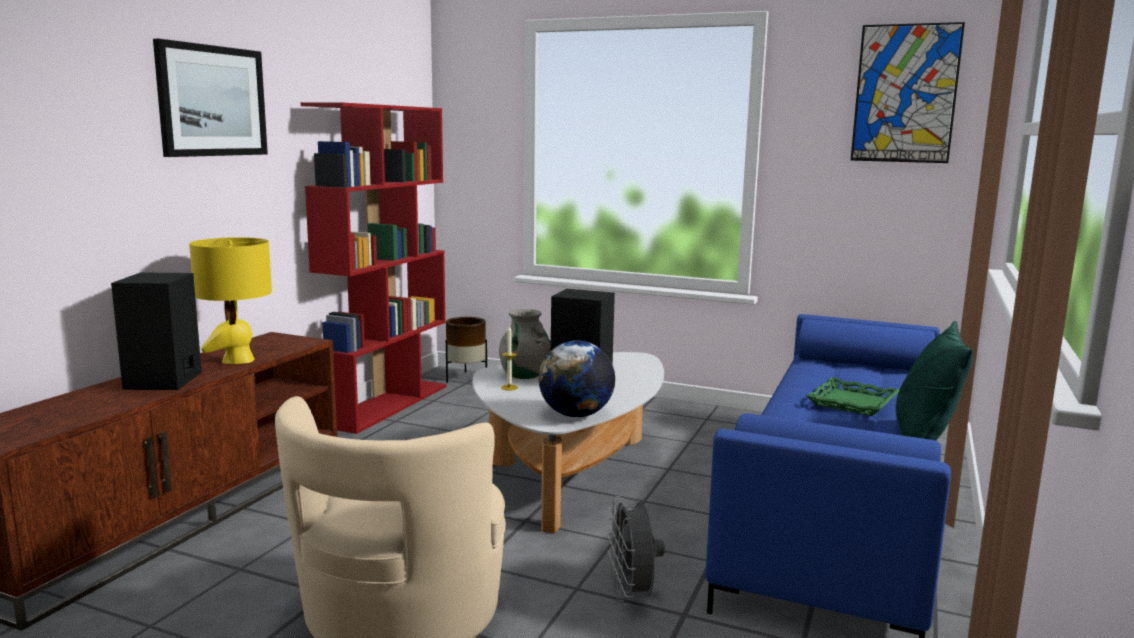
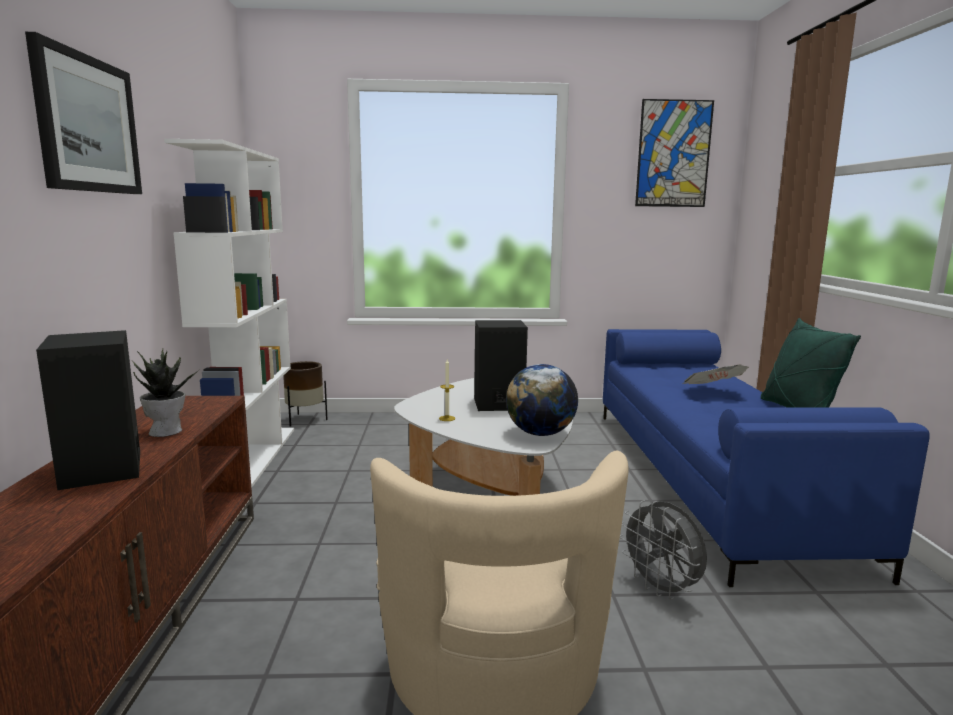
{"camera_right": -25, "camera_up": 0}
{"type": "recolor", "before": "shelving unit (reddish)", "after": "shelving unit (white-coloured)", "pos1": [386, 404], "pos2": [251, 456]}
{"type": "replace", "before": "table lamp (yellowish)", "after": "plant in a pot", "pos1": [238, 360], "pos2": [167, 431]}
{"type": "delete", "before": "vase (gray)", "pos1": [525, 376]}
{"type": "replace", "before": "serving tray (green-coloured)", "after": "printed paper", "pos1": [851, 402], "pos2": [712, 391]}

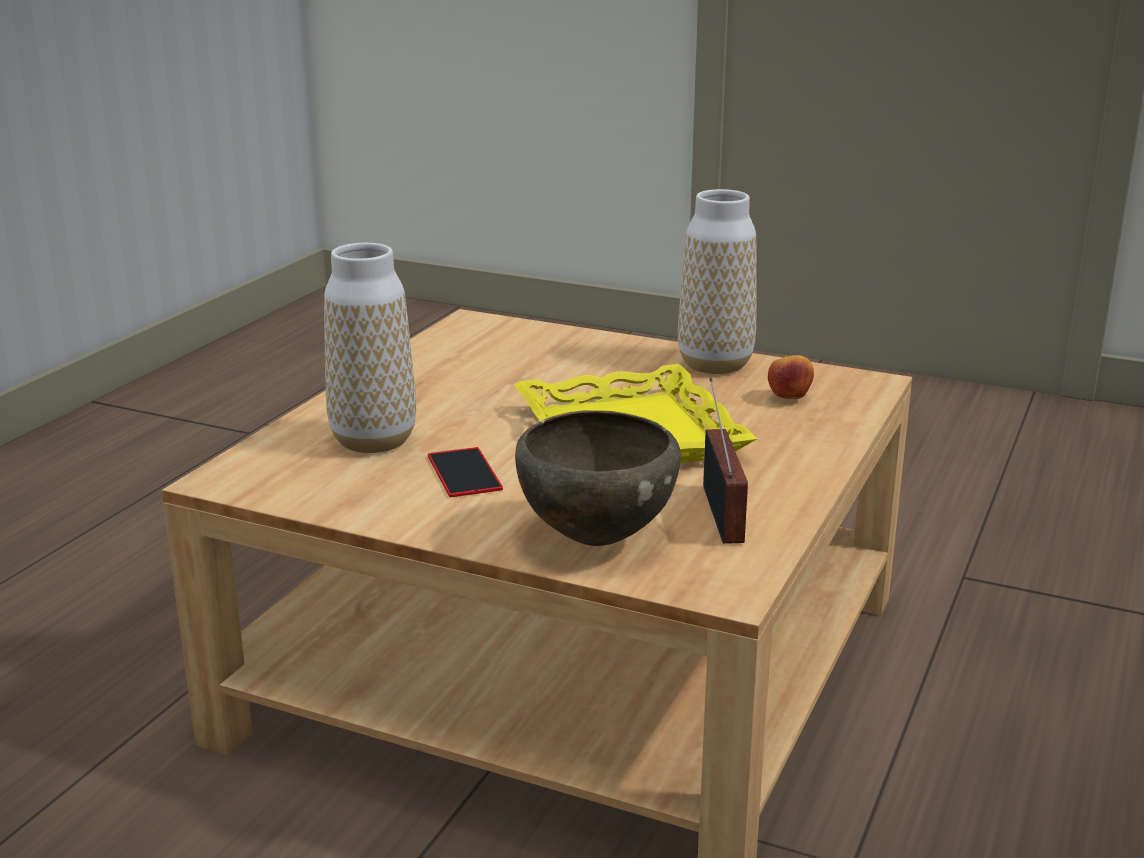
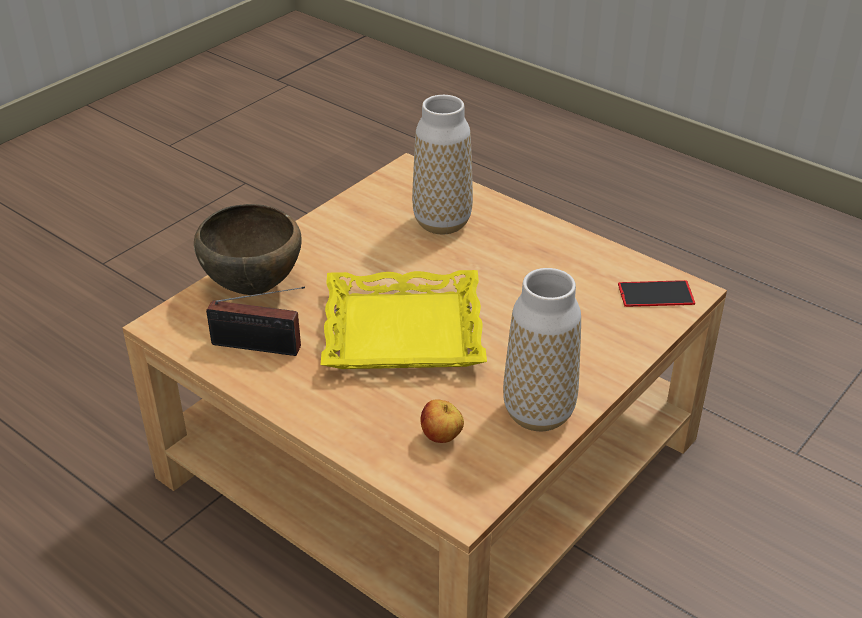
{"camera_right": 105, "camera_up": 15}
{"type": "move", "before": "phone", "pos1": [464, 472], "pos2": [656, 294]}

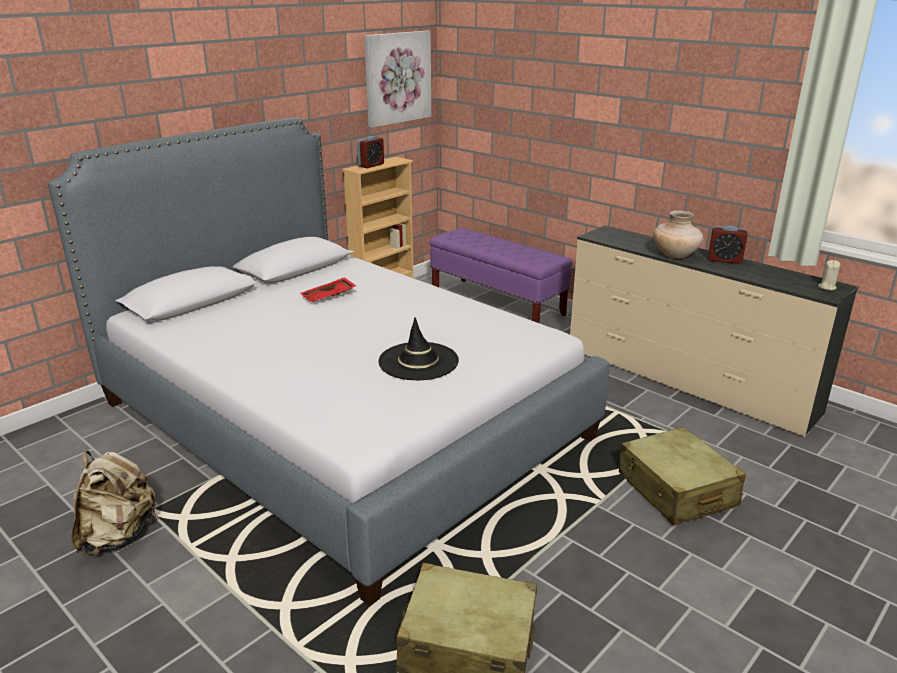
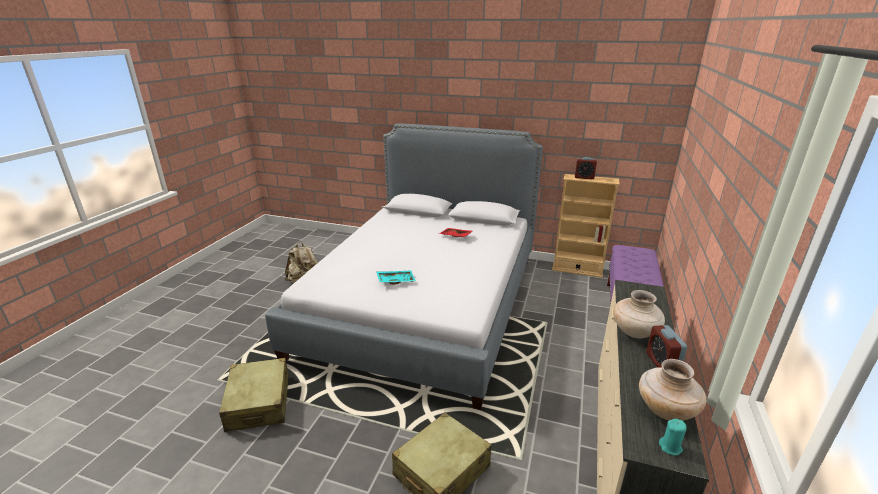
{"camera_right": 65, "camera_up": 0}
{"type": "delete", "before": "wall art", "pos1": [397, 78]}
{"type": "recolor", "before": "wax candle (beige-coloured)", "after": "wax candle (turquoise)", "pos1": [827, 287], "pos2": [670, 447]}
{"type": "replace", "before": "wearable hat (black)", "after": "serving tray (turquoise)", "pos1": [418, 361], "pos2": [395, 280]}
{"type": "insert", "after": "vase (beige-coloured)", "pos2": [665, 410]}

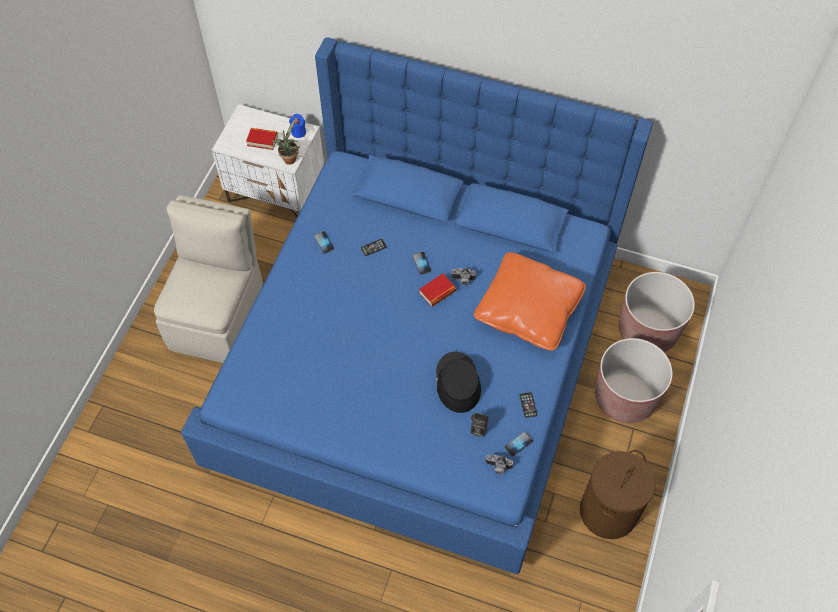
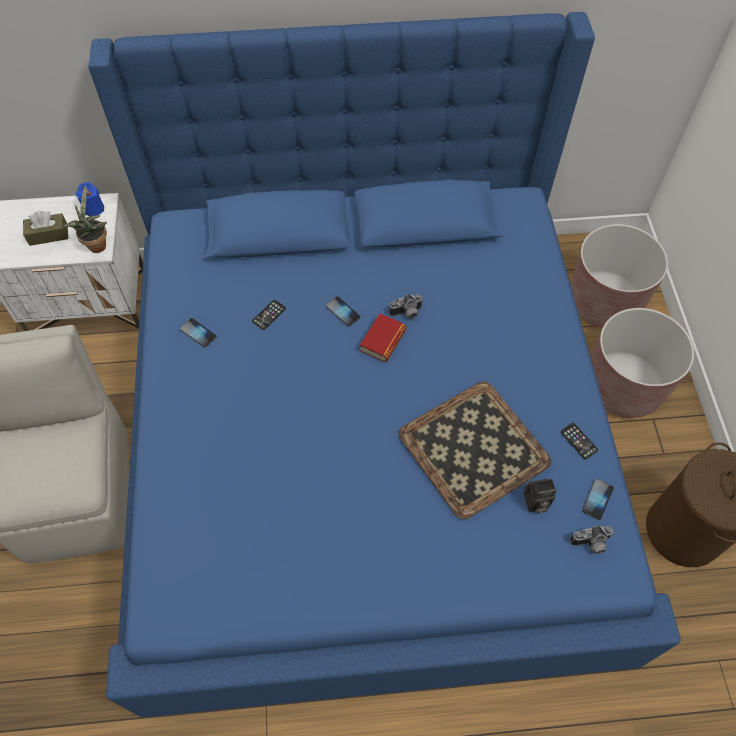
{"camera_right": -25, "camera_up": 0}
{"type": "replace", "before": "bound book", "after": "tissue box (brownish)", "pos1": [262, 140], "pos2": [48, 235]}
{"type": "delete", "before": "pillow (orangey)", "pos1": [528, 310]}
{"type": "replace", "before": "wearable hat (black)", "after": "serving tray", "pos1": [457, 382], "pos2": [473, 449]}

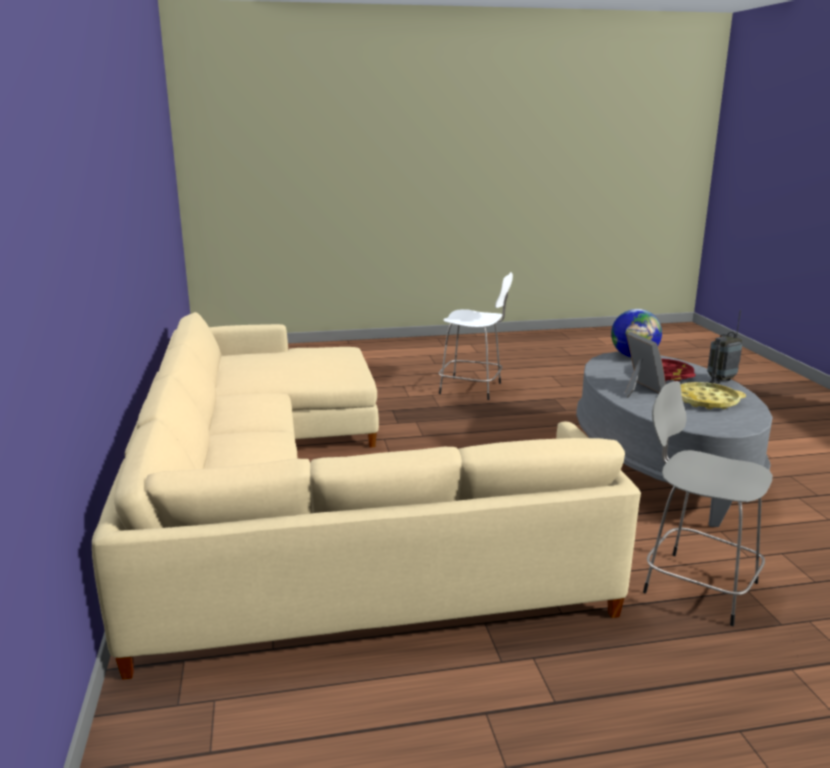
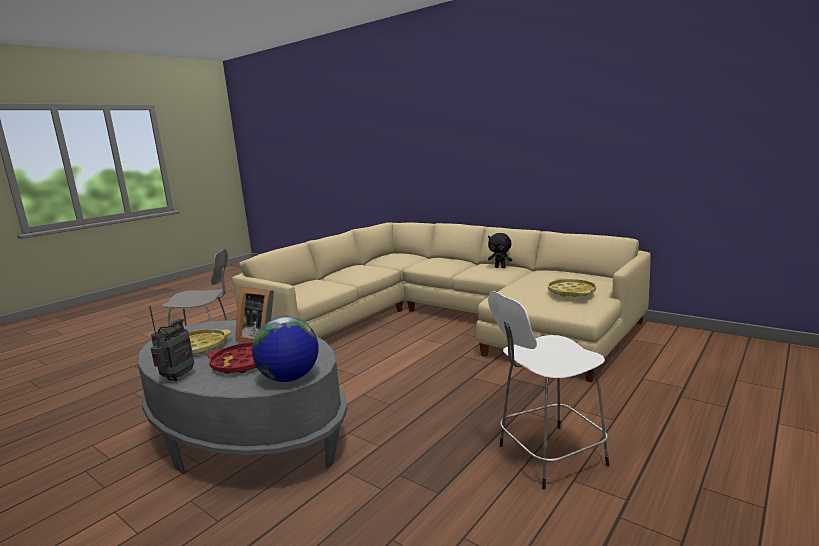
{"camera_right": 140, "camera_up": -5}
{"type": "insert", "after": "soft toy (black)", "pos2": [500, 267]}
{"type": "insert", "after": "serving tray (yellowish)", "pos2": [571, 292]}

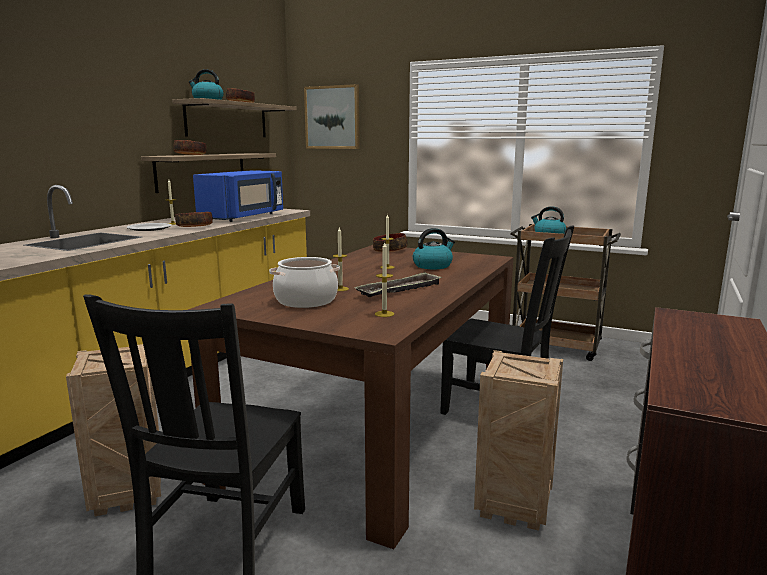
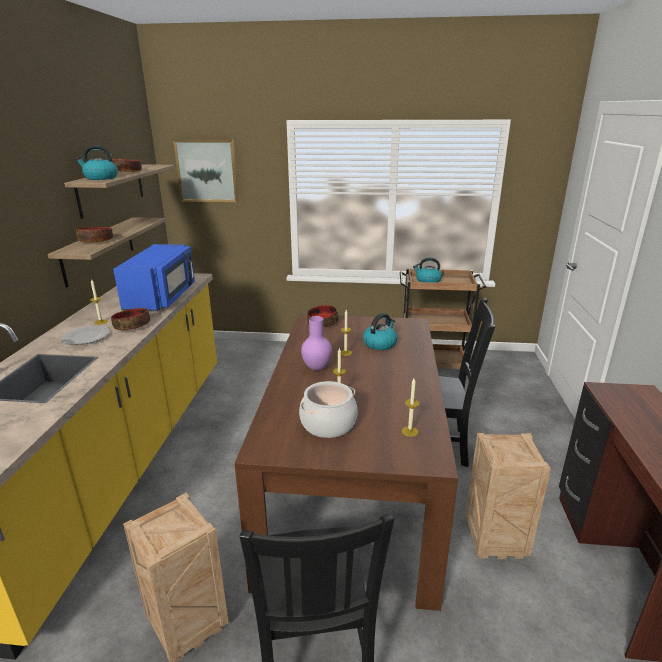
{"camera_right": -20, "camera_up": 10}
{"type": "delete", "before": "serving tray", "pos1": [400, 290]}
{"type": "insert", "after": "vase (purple-coloured)", "pos2": [316, 368]}

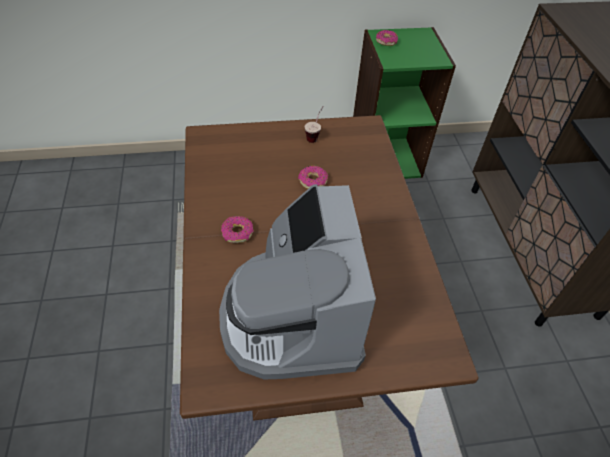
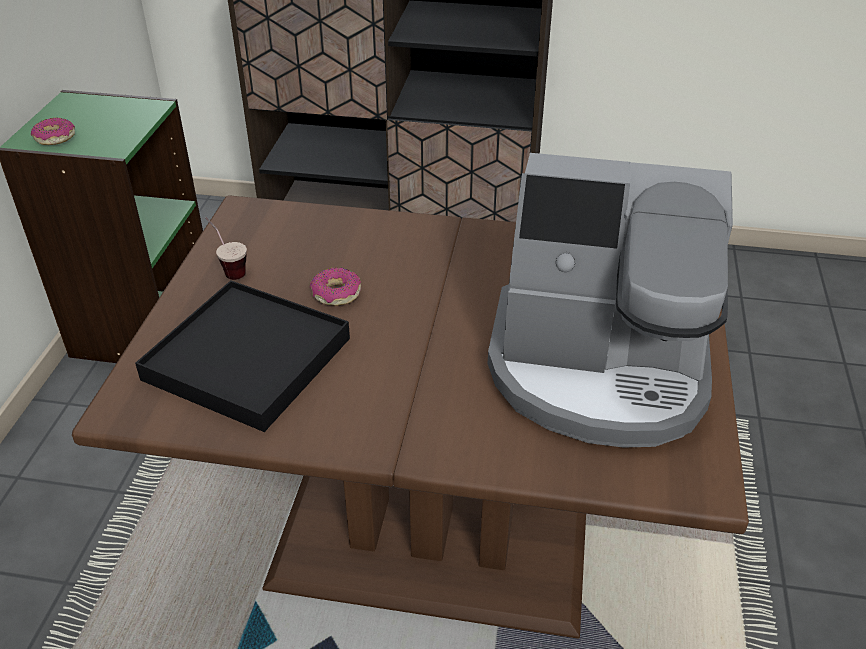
{"camera_right": -70, "camera_up": -10}
{"type": "delete", "before": "ring doughnut", "pos1": [237, 233]}
{"type": "insert", "after": "serving tray (black)", "pos2": [247, 359]}

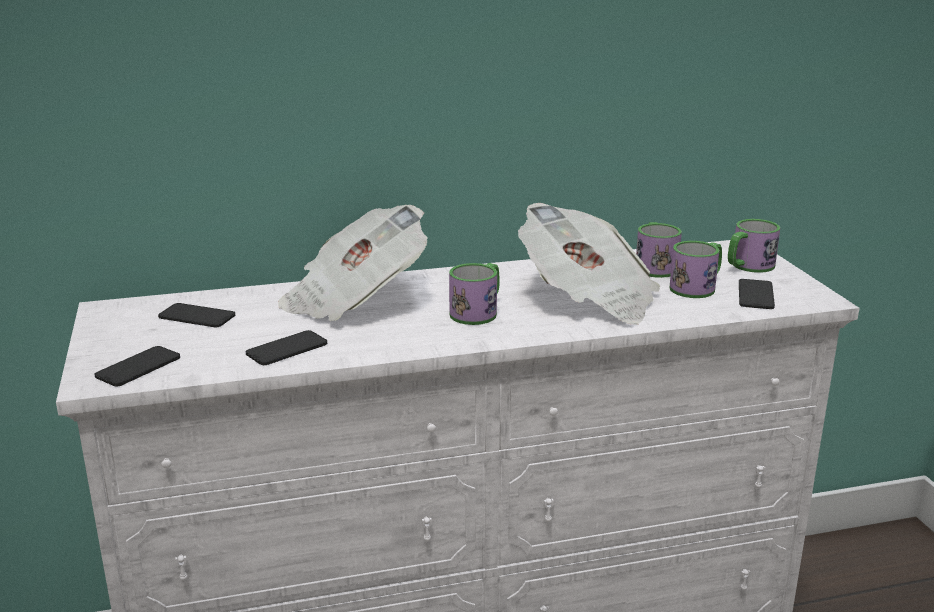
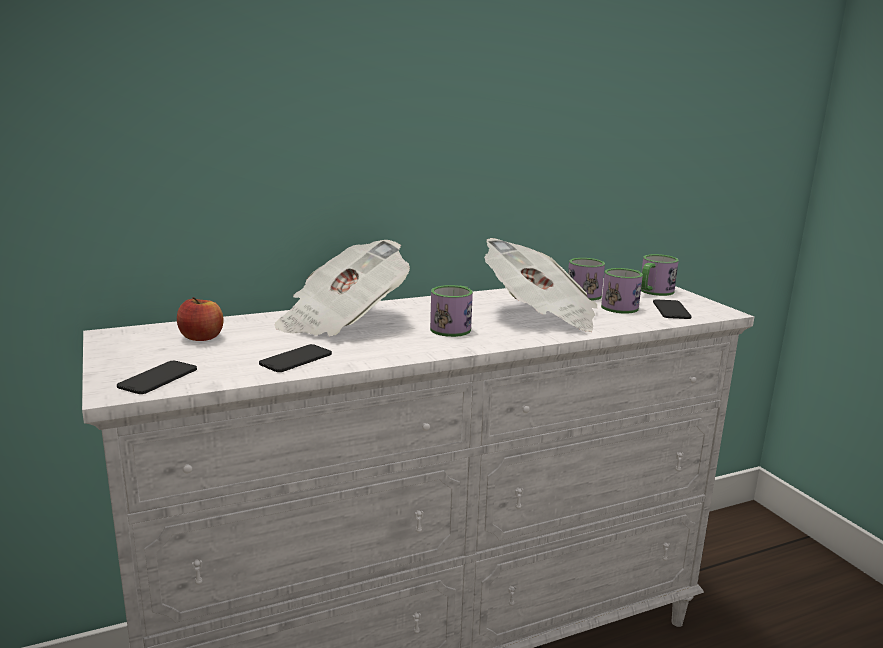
{"camera_right": -10, "camera_up": -5}
{"type": "replace", "before": "phone", "after": "apple fruit", "pos1": [197, 316], "pos2": [201, 338]}

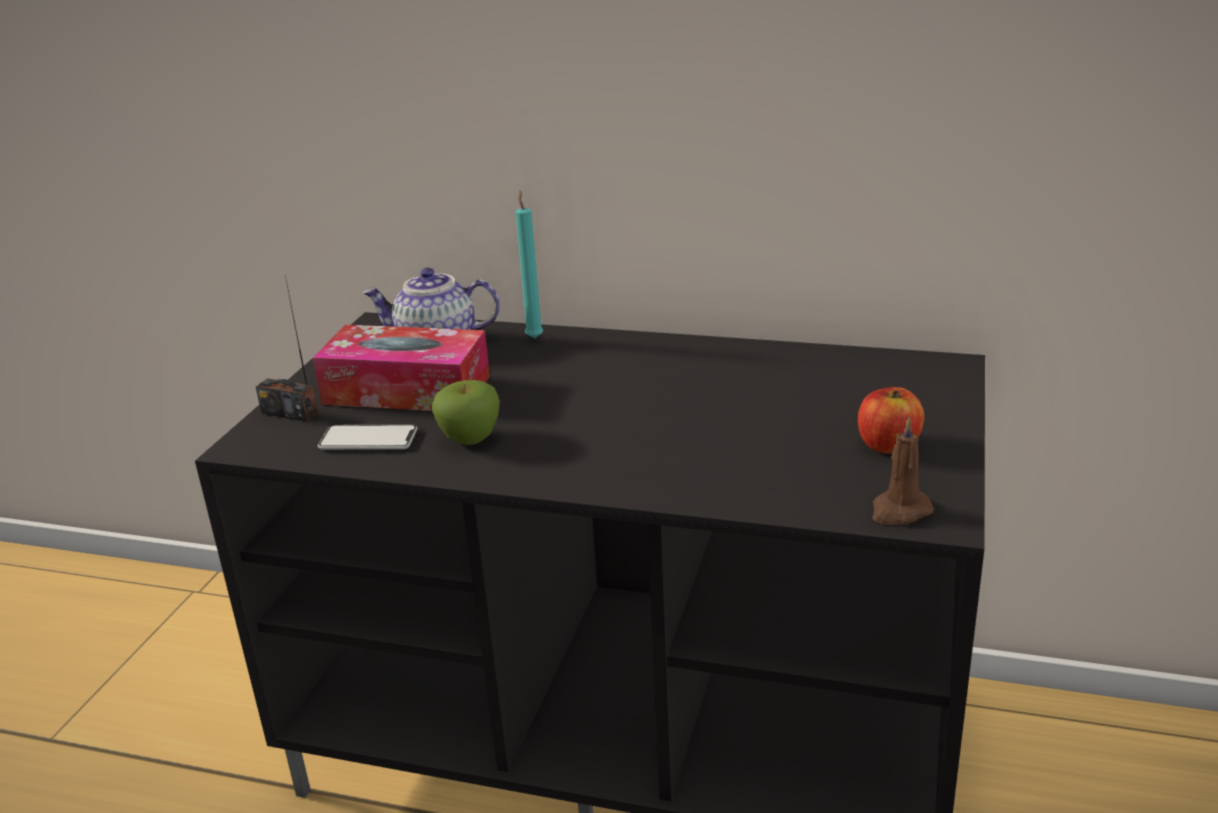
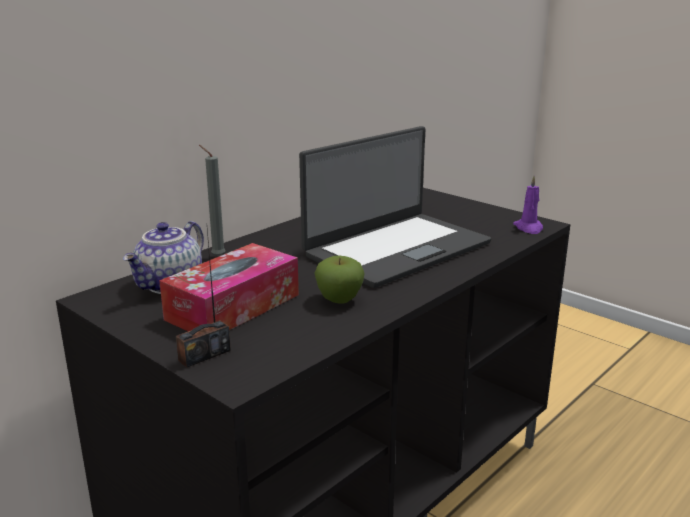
{"camera_right": -65, "camera_up": -5}
{"type": "recolor", "before": "wax candle (turquoise)", "after": "wax candle (gray)", "pos1": [534, 337], "pos2": [216, 256]}
{"type": "delete", "before": "apple fruit", "pos1": [888, 445]}
{"type": "recolor", "before": "wax candle (brownish)", "after": "wax candle (purple-coloured)", "pos1": [899, 511], "pos2": [529, 228]}
{"type": "delete", "before": "phone", "pos1": [368, 439]}
{"type": "insert", "after": "portable computer", "pos2": [396, 248]}

